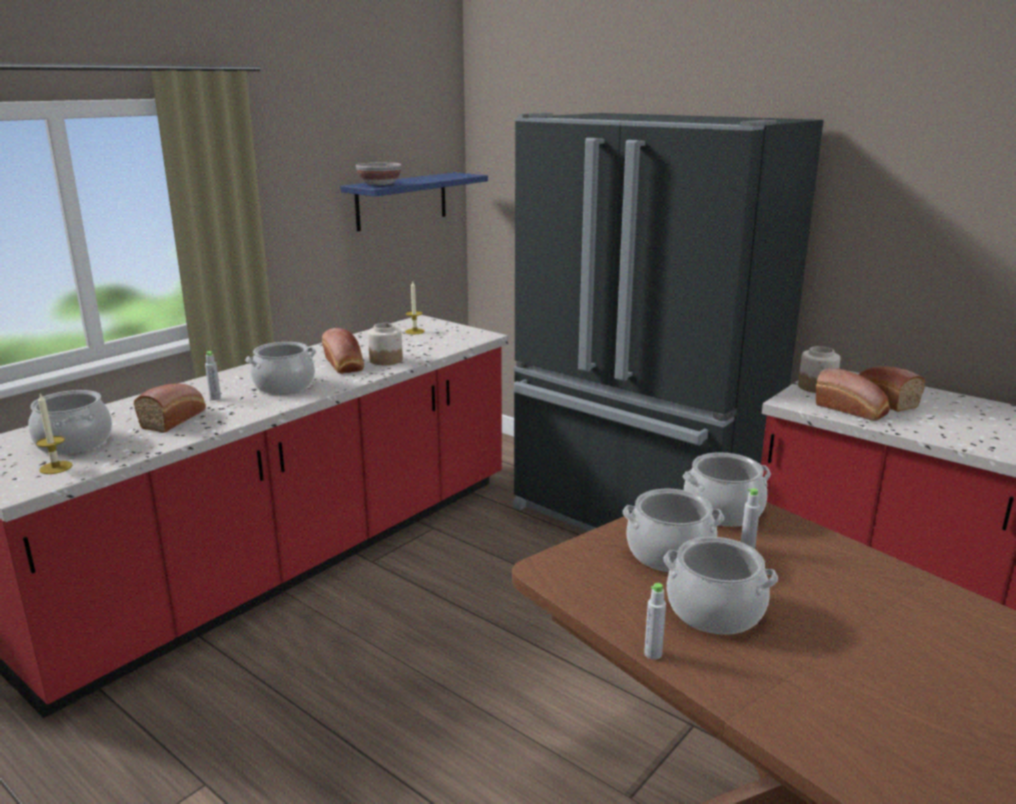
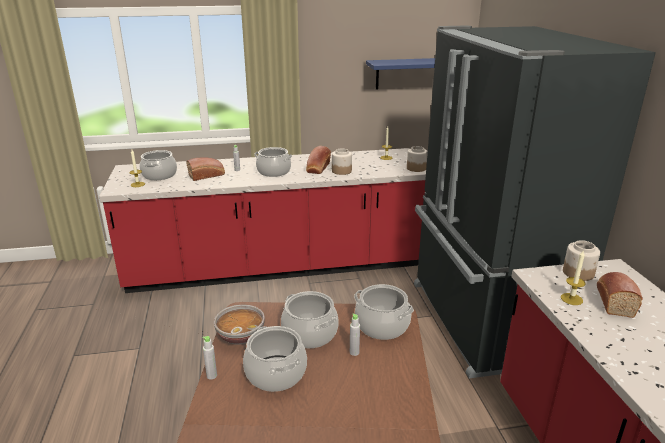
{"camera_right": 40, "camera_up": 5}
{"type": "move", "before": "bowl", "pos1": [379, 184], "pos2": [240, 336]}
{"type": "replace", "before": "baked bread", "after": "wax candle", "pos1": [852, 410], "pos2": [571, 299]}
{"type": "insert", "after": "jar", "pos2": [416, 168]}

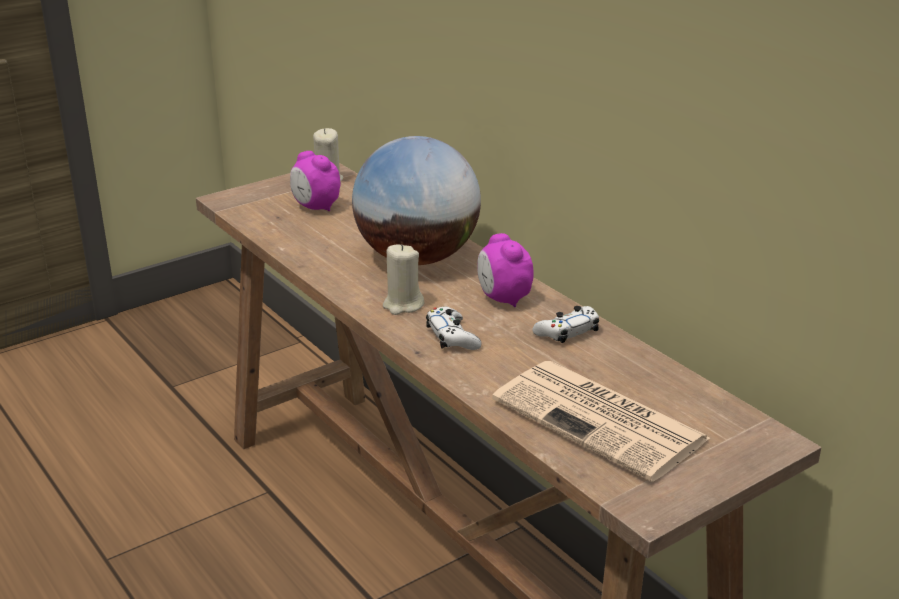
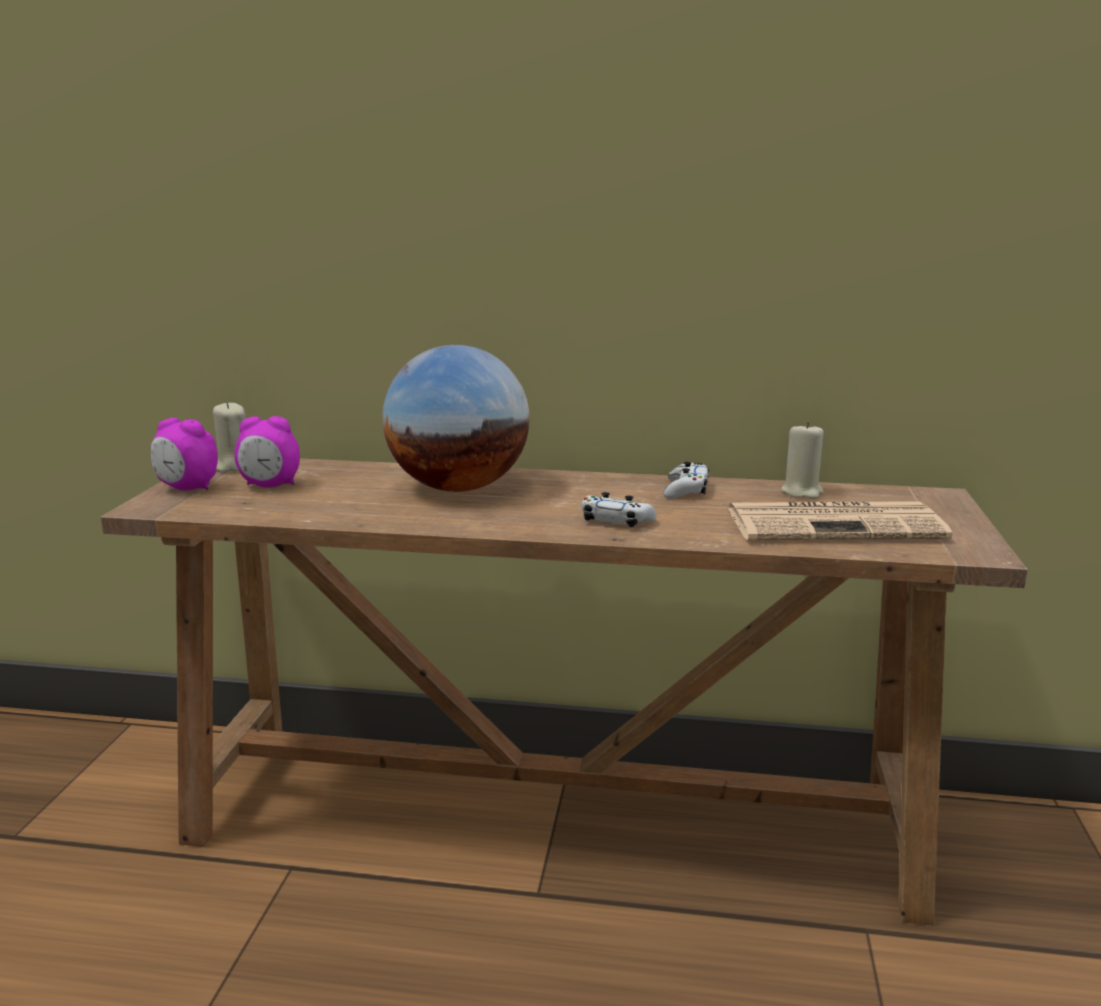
{"camera_right": -45, "camera_up": -10}
{"type": "move", "before": "bedside clock", "pos1": [503, 299], "pos2": [187, 488]}
{"type": "move", "before": "wax candle (beige-coloured)", "pos1": [403, 305], "pos2": [802, 492]}

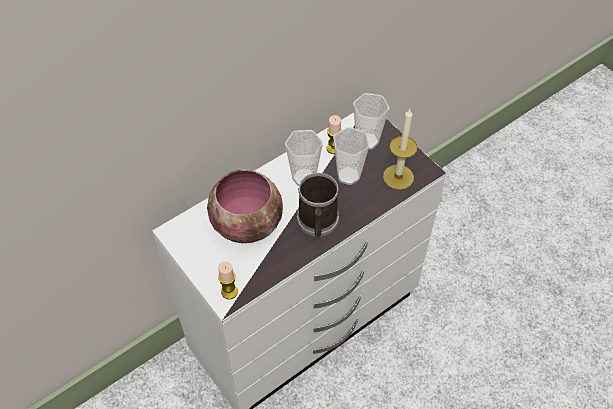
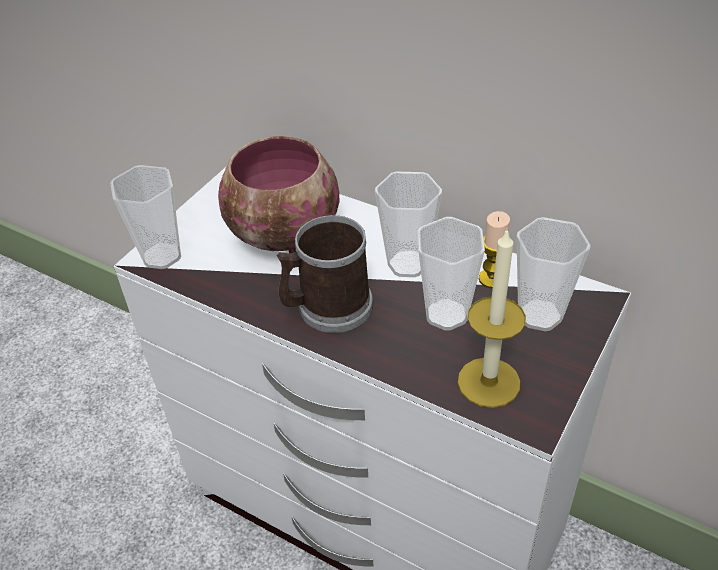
{"camera_right": 70, "camera_up": -10}
{"type": "replace", "before": "wax candle", "after": "drinking cup", "pos1": [229, 292], "pos2": [162, 256]}

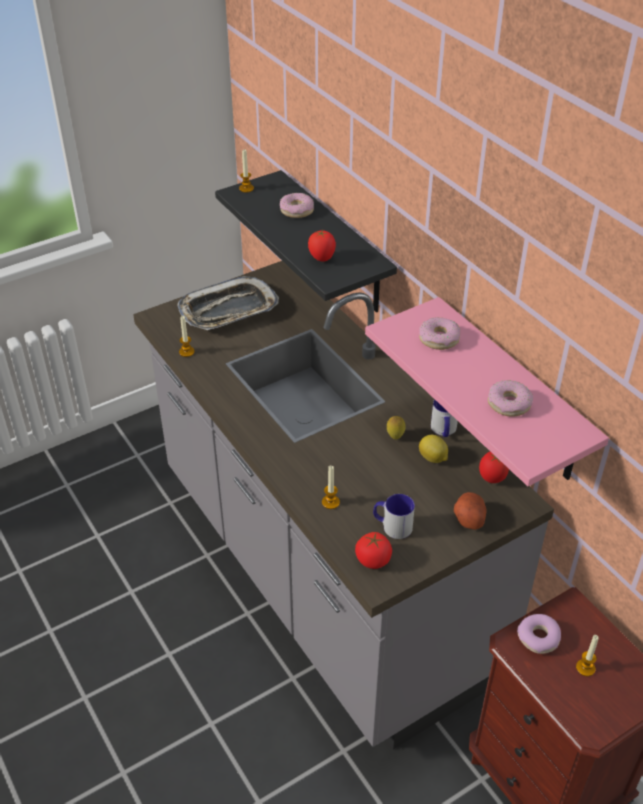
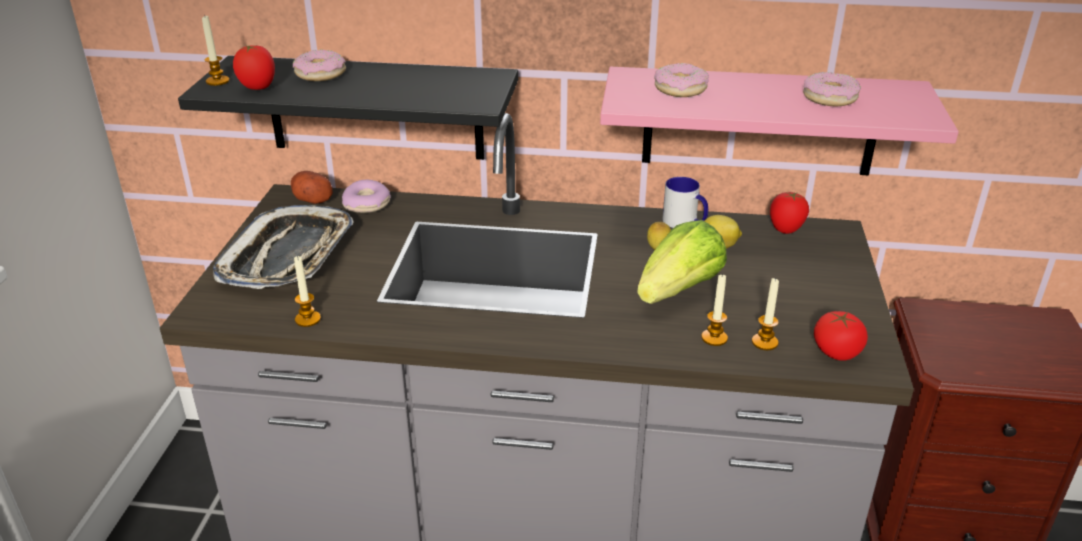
{"camera_right": -50, "camera_up": -10}
{"type": "move", "before": "whole tomato", "pos1": [322, 258], "pos2": [258, 88]}
{"type": "move", "before": "whole potato", "pos1": [468, 518], "pos2": [311, 199]}
{"type": "delete", "before": "tea mug", "pos1": [392, 526]}
{"type": "move", "before": "ring doughnut", "pos1": [538, 638], "pos2": [367, 204]}
{"type": "move", "before": "wax candle", "pos1": [585, 668], "pos2": [764, 342]}
{"type": "insert", "after": "lettuce head", "pos2": [679, 290]}

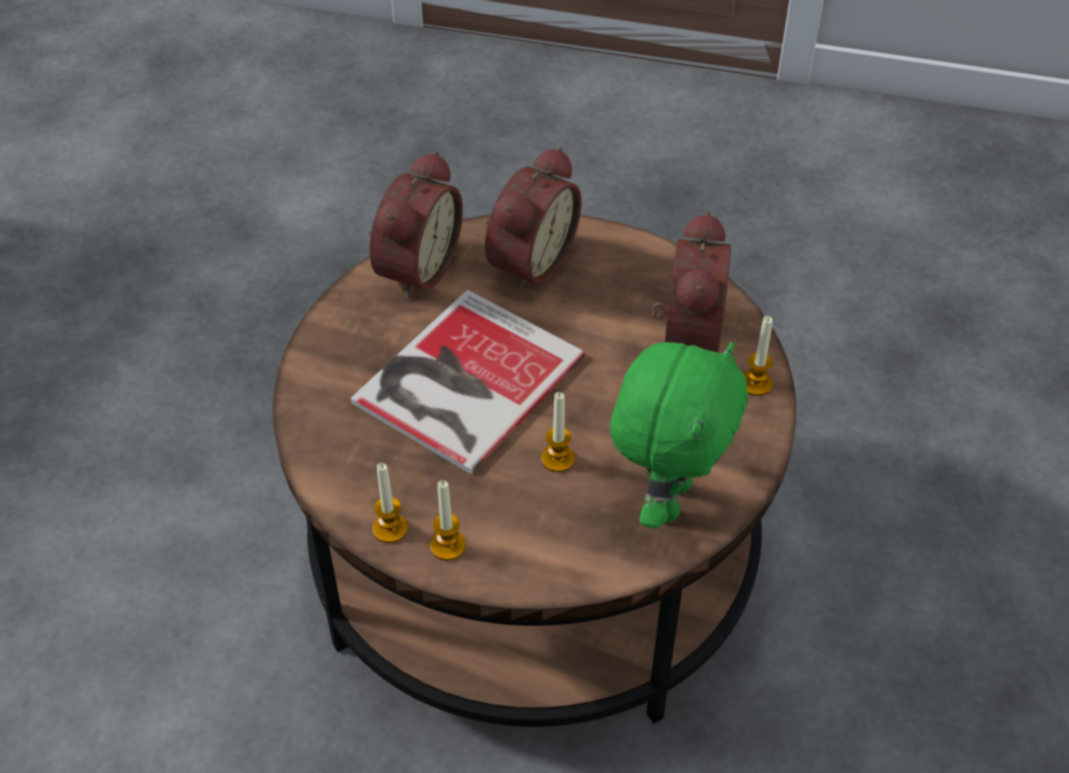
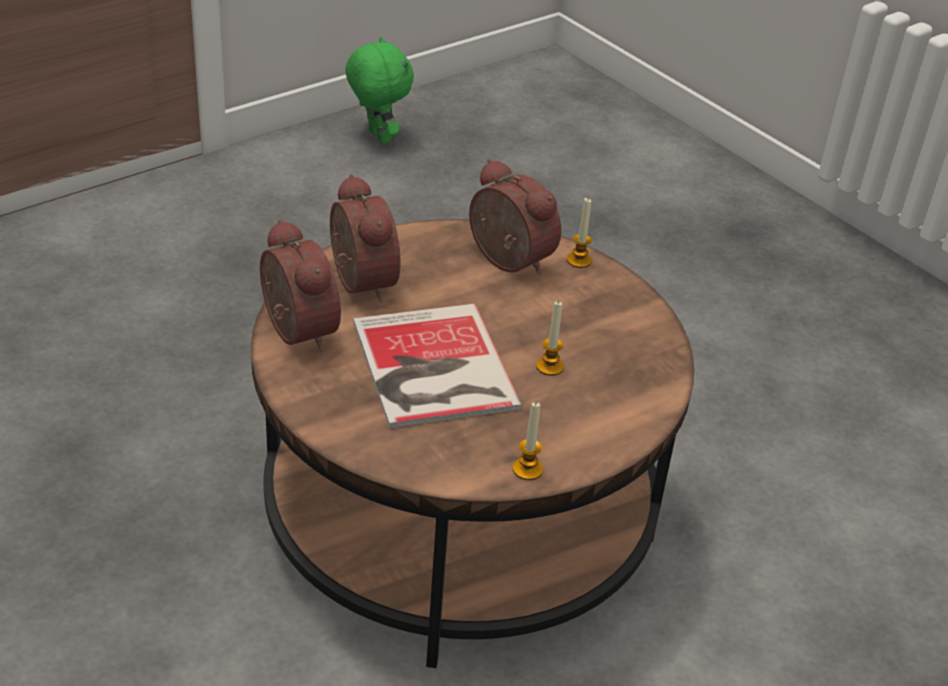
{"camera_right": -55, "camera_up": -10}
{"type": "move", "before": "soft toy (green-coloured)", "pos1": [667, 498], "pos2": [377, 137]}
{"type": "delete", "before": "wax candle", "pos1": [448, 545]}

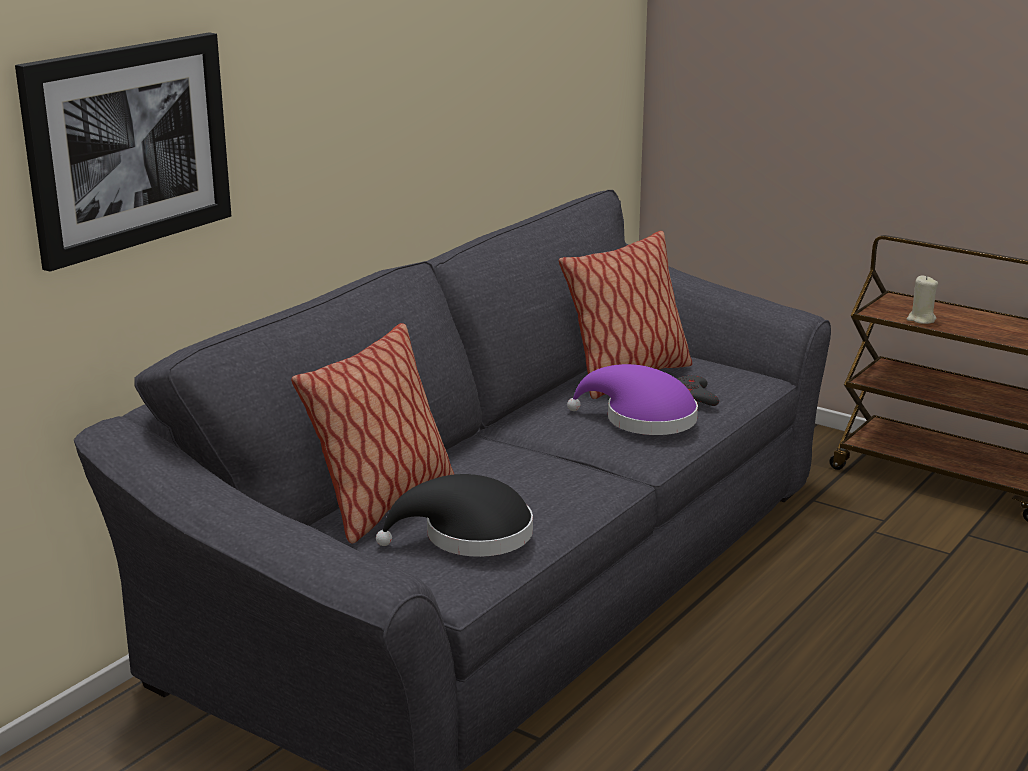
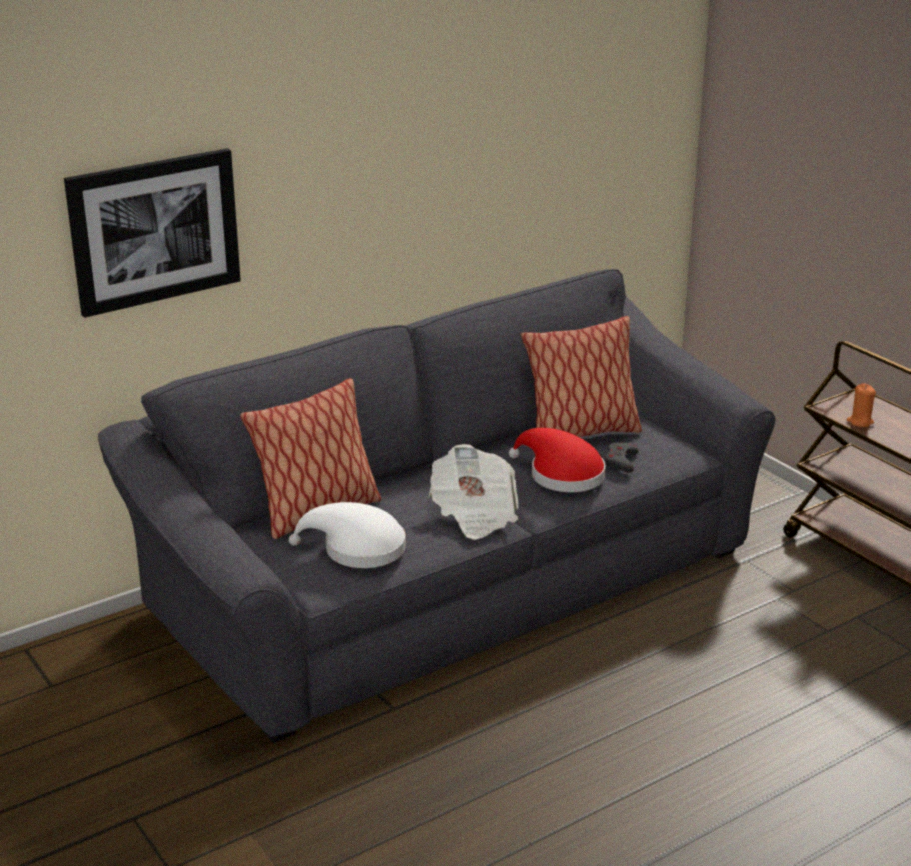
{"camera_right": 20, "camera_up": 5}
{"type": "recolor", "before": "wax candle (beige-coloured)", "after": "wax candle (orangey)", "pos1": [921, 319], "pos2": [860, 422]}
{"type": "recolor", "before": "wearable hat (purple-coloured)", "after": "wearable hat (reddish)", "pos1": [642, 419], "pos2": [561, 475]}
{"type": "recolor", "before": "wearable hat (black)", "after": "wearable hat (white-coloured)", "pos1": [469, 536], "pos2": [357, 549]}
{"type": "insert", "after": "printed paper", "pos2": [474, 514]}

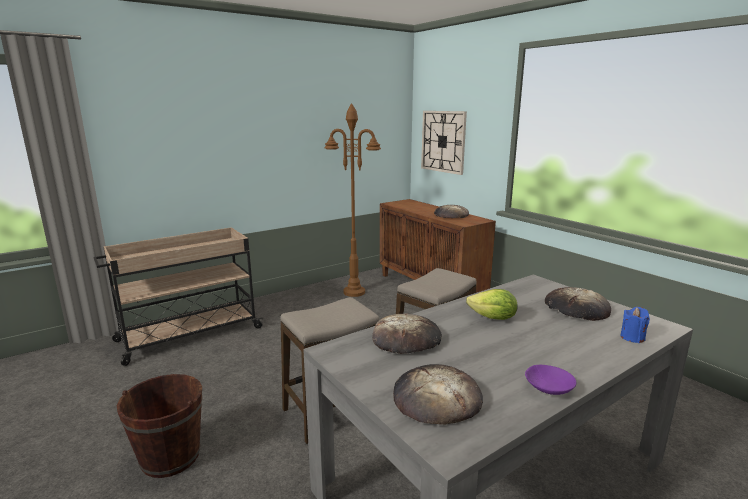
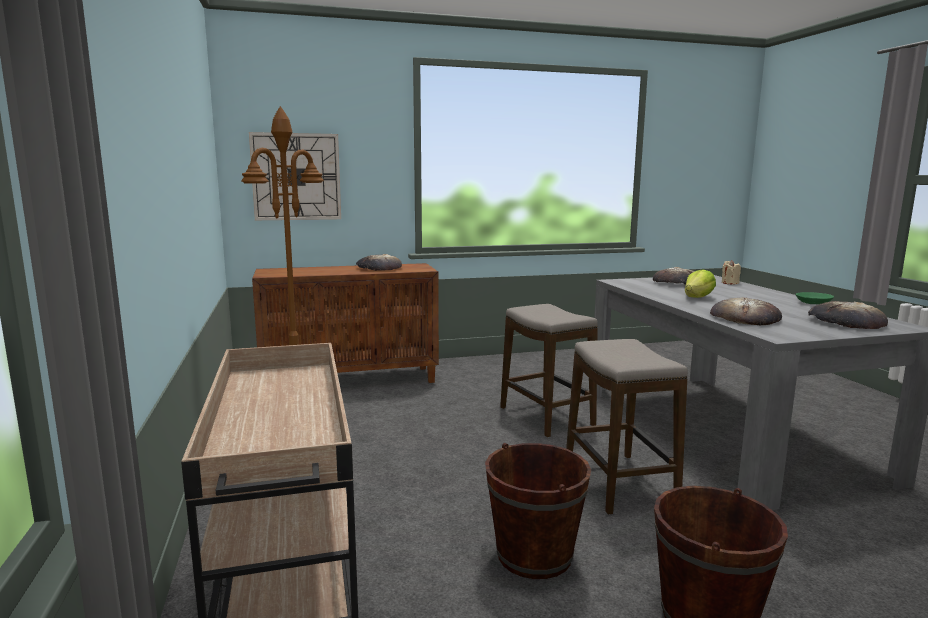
{"camera_right": -70, "camera_up": -5}
{"type": "recolor", "before": "wax candle (blue-coloured)", "after": "wax candle (beige-coloured)", "pos1": [632, 337], "pos2": [729, 283]}
{"type": "recolor", "before": "bowl (purple-coloured)", "after": "bowl (green-coloured)", "pos1": [548, 387], "pos2": [812, 303]}
{"type": "insert", "after": "bucket (brownish)", "pos2": [534, 555]}

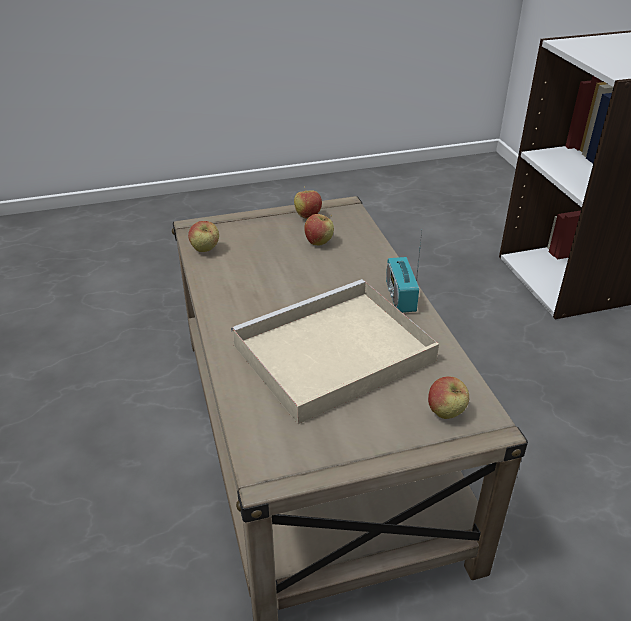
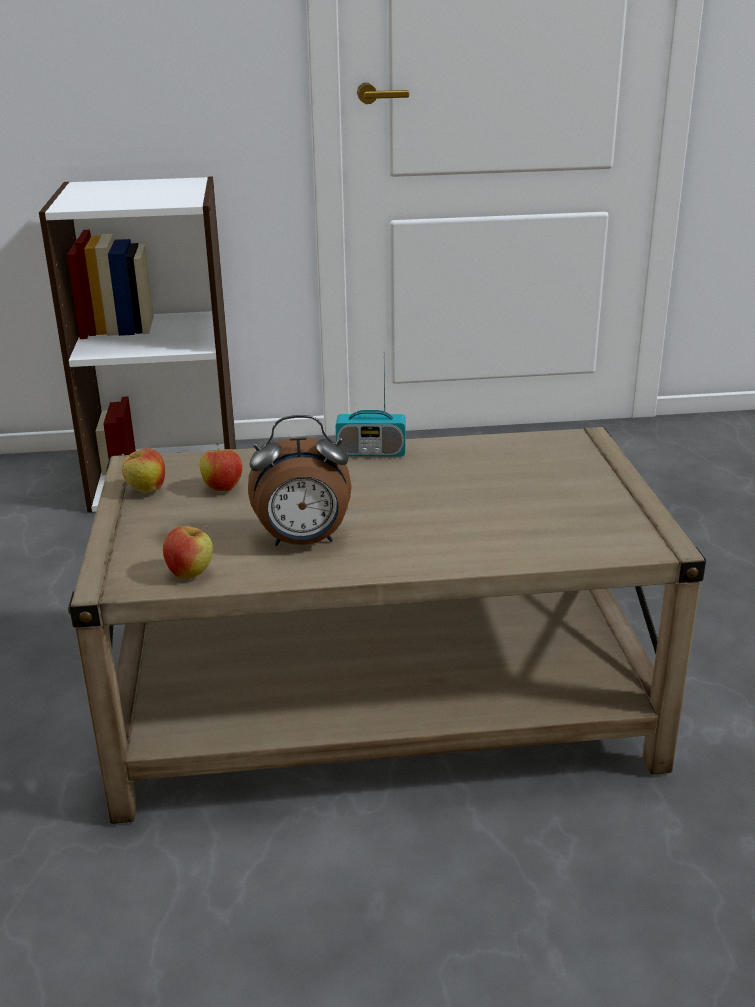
{"camera_right": -80, "camera_up": -10}
{"type": "delete", "before": "serving tray (beige-coloured)", "pos1": [331, 355]}
{"type": "delete", "before": "apple fruit", "pos1": [445, 413]}
{"type": "insert", "after": "bedside clock", "pos2": [303, 542]}

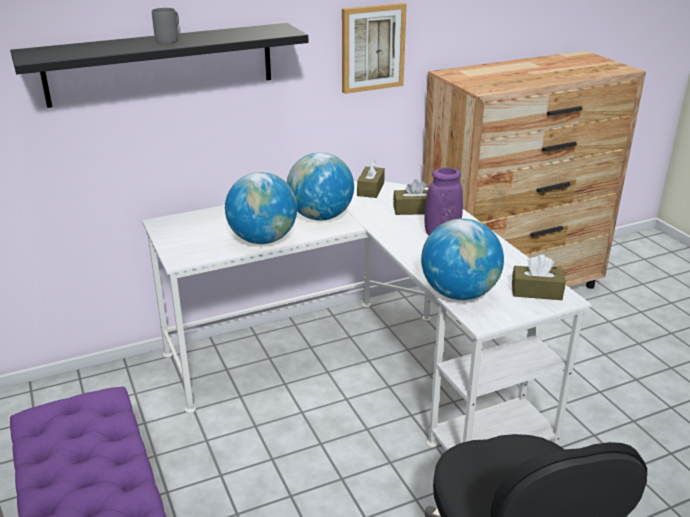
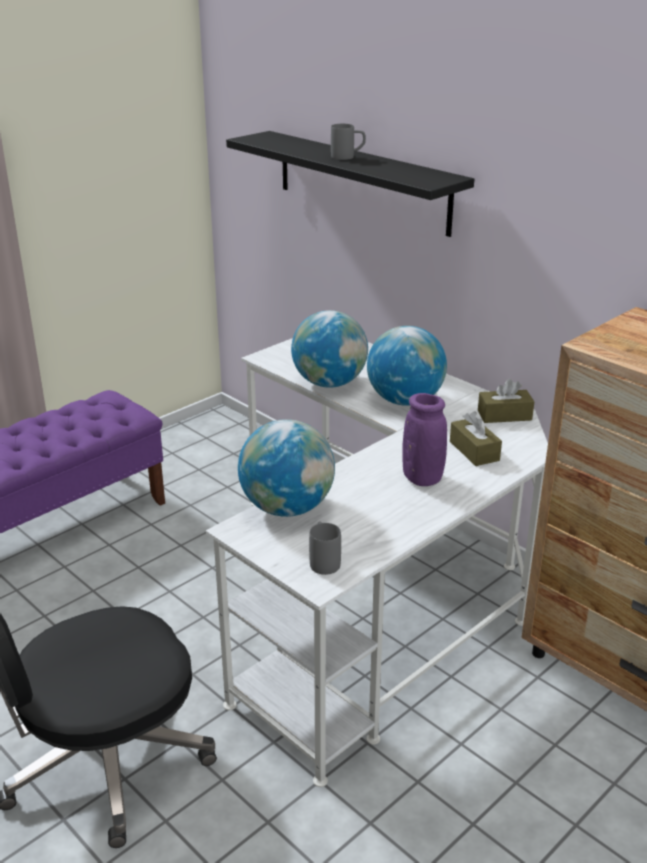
{"camera_right": 70, "camera_up": 0}
{"type": "delete", "before": "wall art", "pos1": [372, 48]}
{"type": "replace", "before": "tissue box (brownish)", "after": "tea mug (gray)", "pos1": [536, 291], "pos2": [323, 560]}

